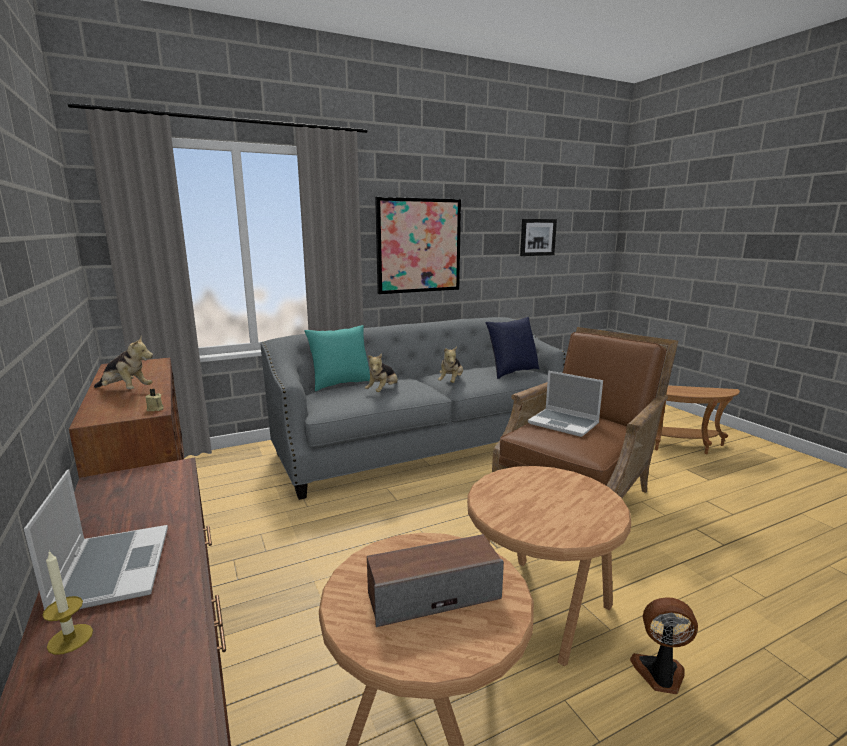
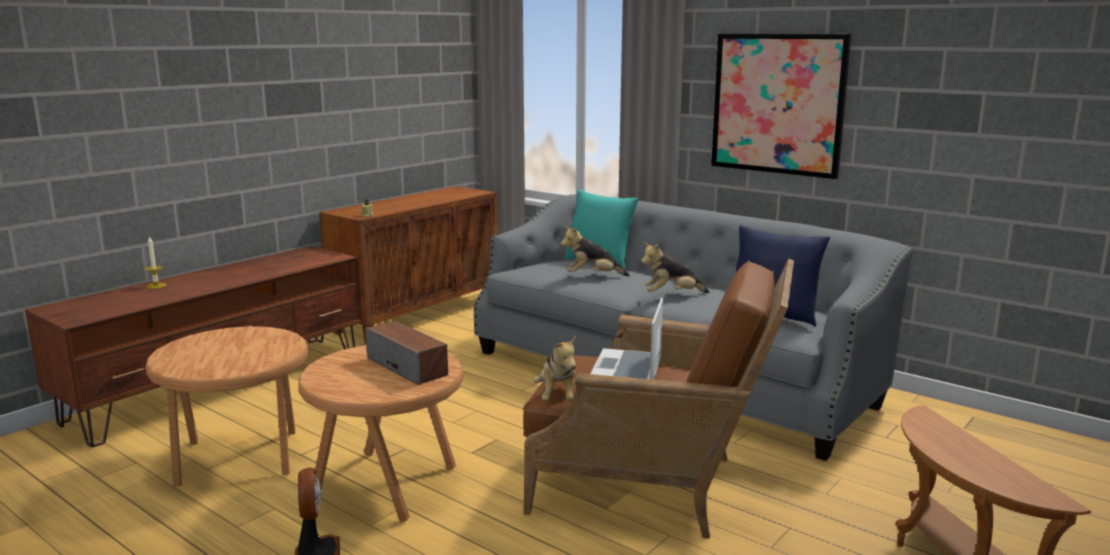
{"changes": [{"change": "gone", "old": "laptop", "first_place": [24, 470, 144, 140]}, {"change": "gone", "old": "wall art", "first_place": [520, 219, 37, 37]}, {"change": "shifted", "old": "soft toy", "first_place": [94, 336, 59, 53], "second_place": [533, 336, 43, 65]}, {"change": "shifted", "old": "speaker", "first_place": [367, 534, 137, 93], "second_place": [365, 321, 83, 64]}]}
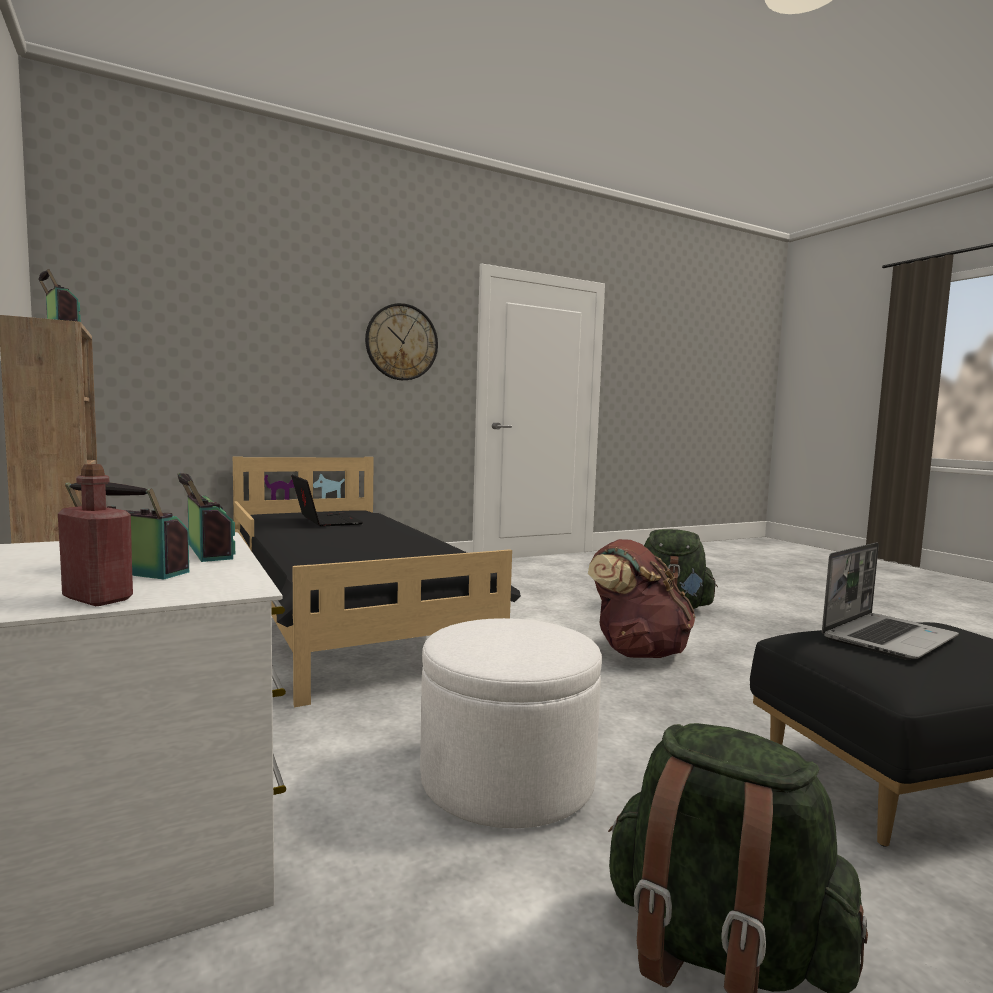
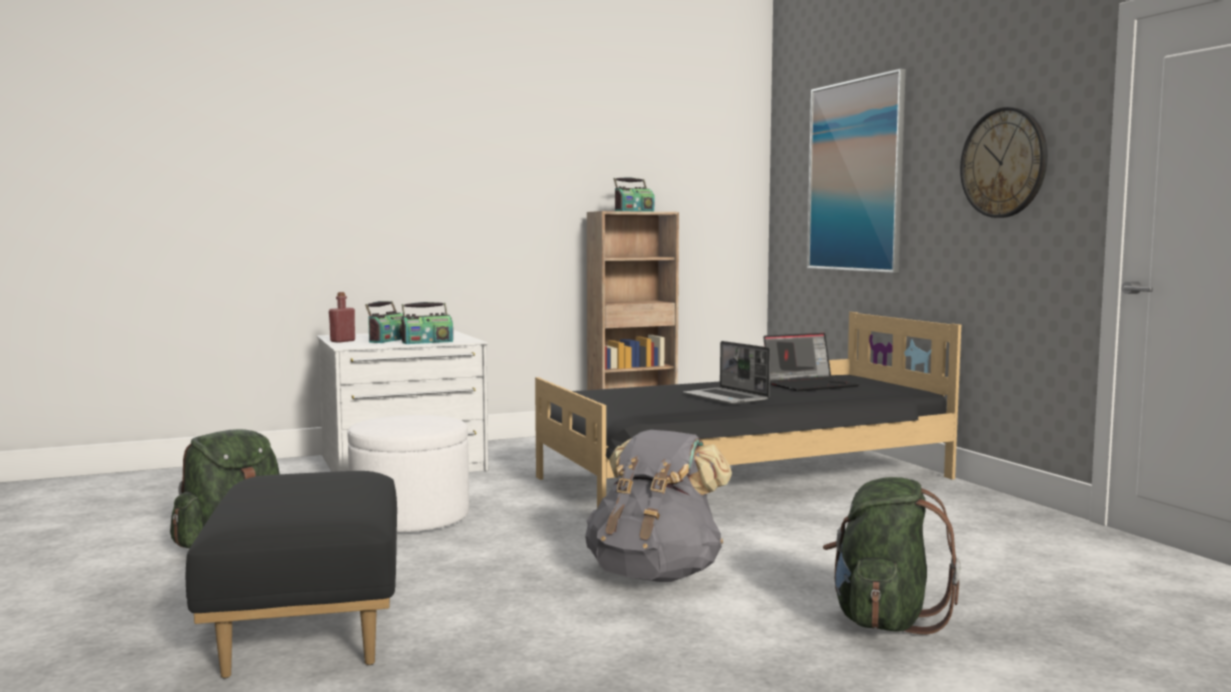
{"changes": [{"change": "new", "new": "wall art", "second_place": [807, 69, 99, 204]}, {"change": "shifted", "old": "laptop", "first_place": [822, 542, 137, 117], "second_place": [683, 341, 87, 64]}, {"change": "repainted", "old": "rucksack (brown)", "new": "rucksack (gray)", "first_place": [588, 539, 108, 119], "second_place": [585, 430, 147, 152]}]}
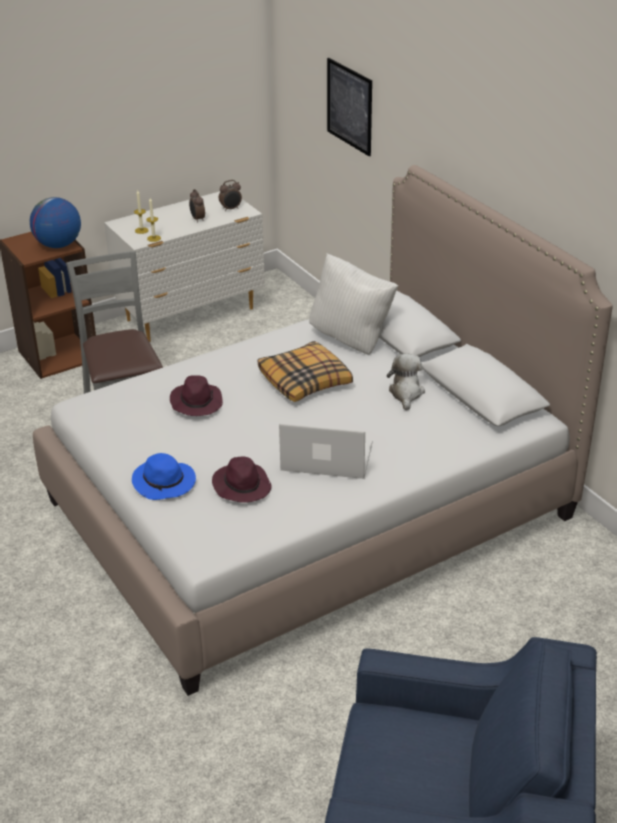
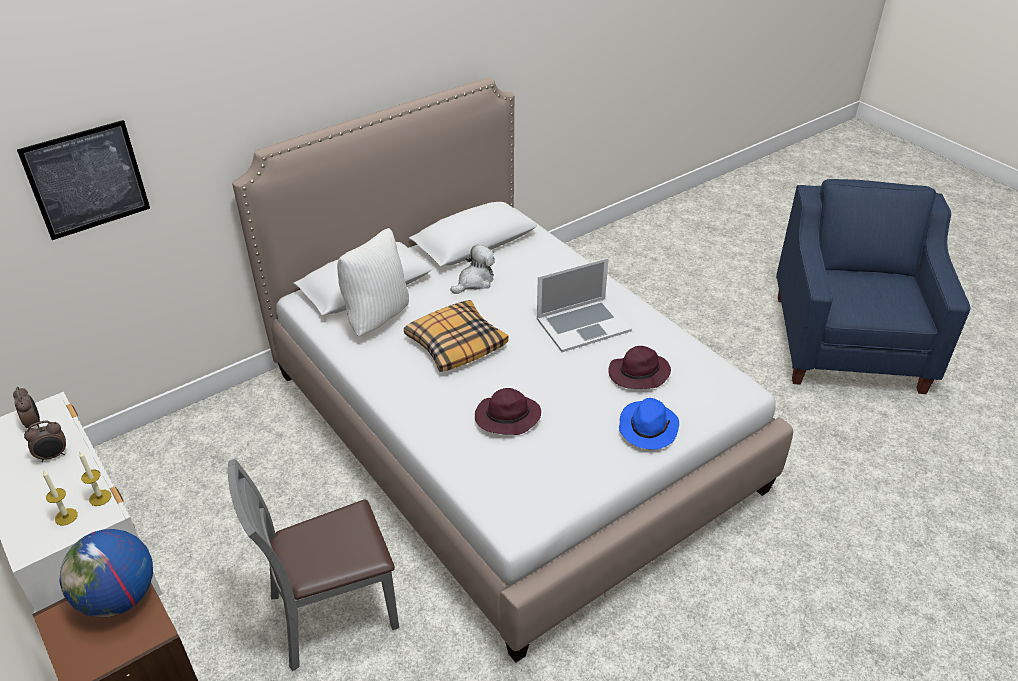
{"changes": [{"change": "rotated", "old": "laptop", "first_place": [279, 423, 93, 56], "second_place": [537, 258, 95, 94], "degrees": -120}, {"change": "rotated", "old": "soft toy", "first_place": [387, 353, 38, 58], "second_place": [451, 244, 44, 50], "degrees": 135}]}
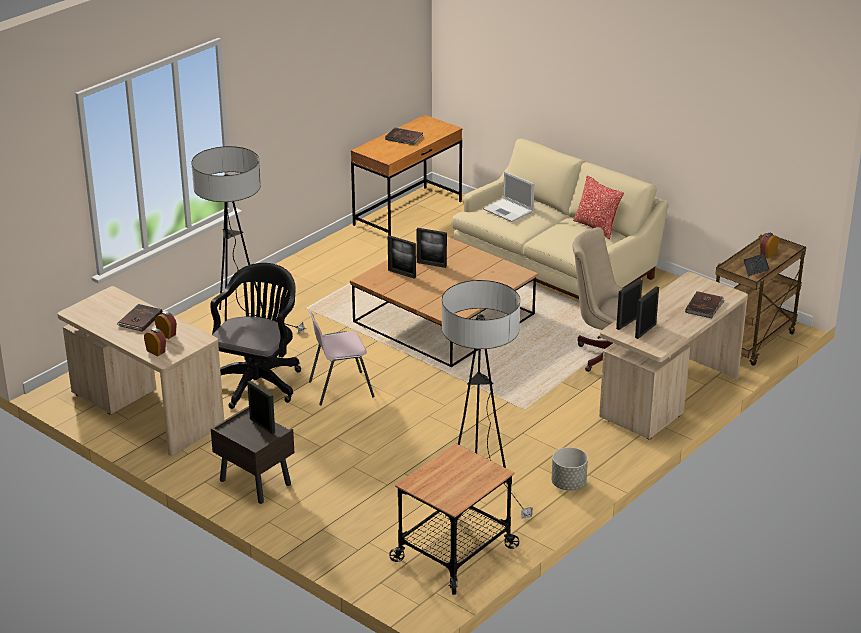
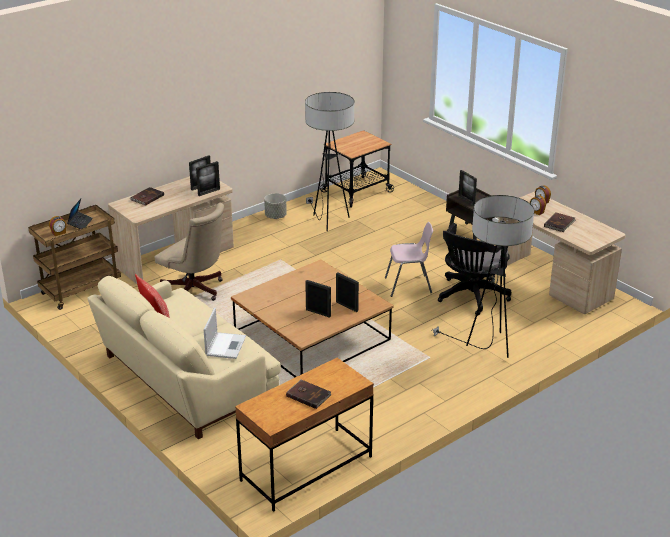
{"changes": [{"change": "rotated", "old": "laptop", "first_place": [483, 171, 51, 51], "second_place": [204, 308, 42, 51], "degrees": 45}]}
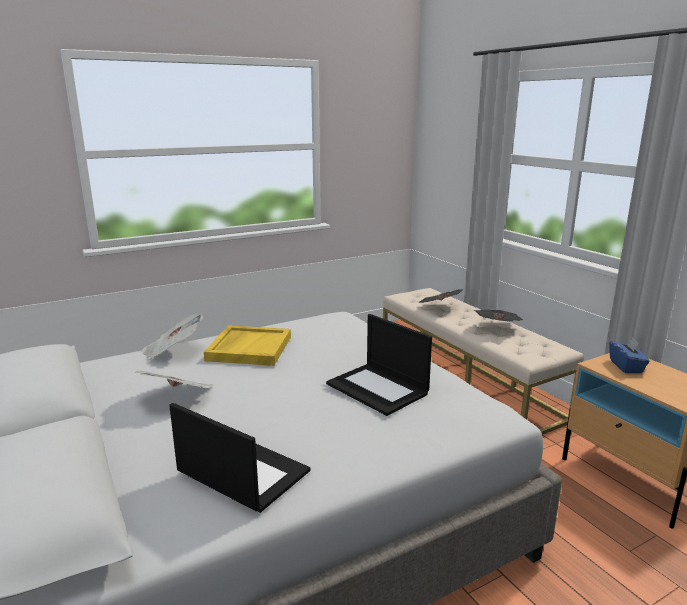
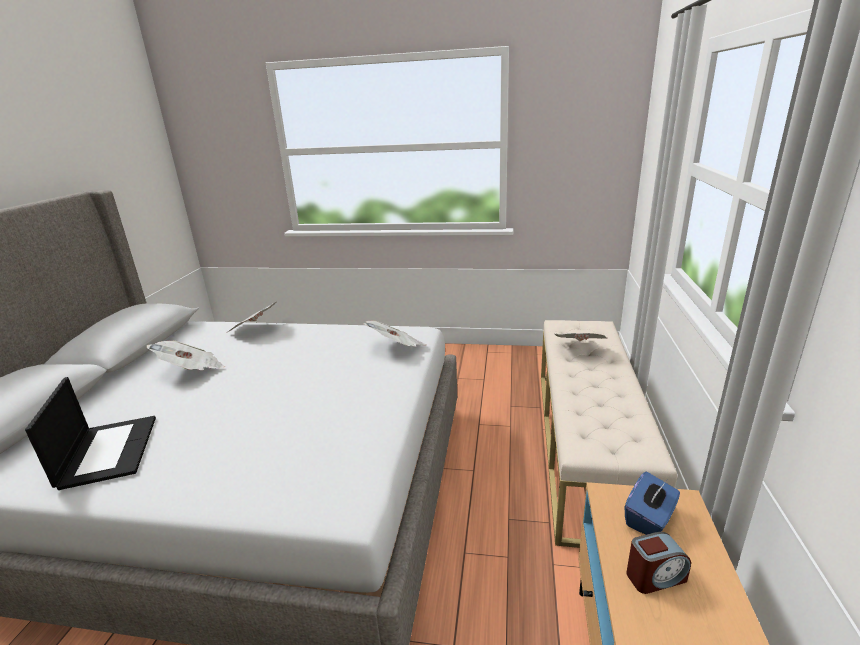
{"changes": [{"change": "gone", "old": "carrying tray (yellow)", "first_place": [204, 325, 87, 41]}, {"change": "gone", "old": "laptop", "first_place": [326, 314, 106, 102]}, {"change": "new", "new": "bedside clock", "second_place": [626, 532, 65, 62]}, {"change": "shifted", "old": "printed paper", "first_place": [474, 310, 49, 11], "second_place": [363, 321, 64, 26]}]}
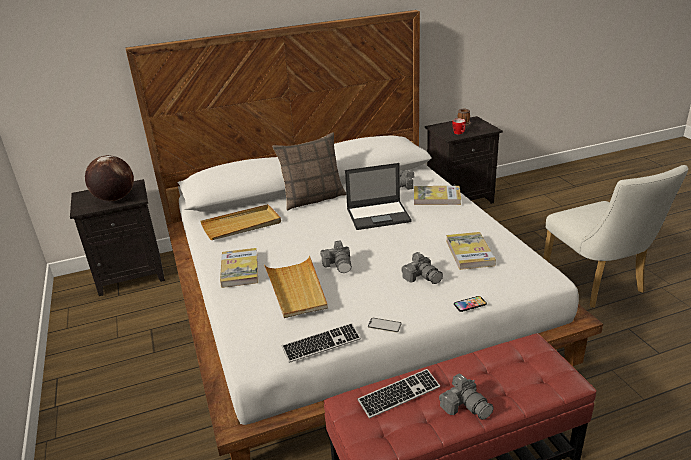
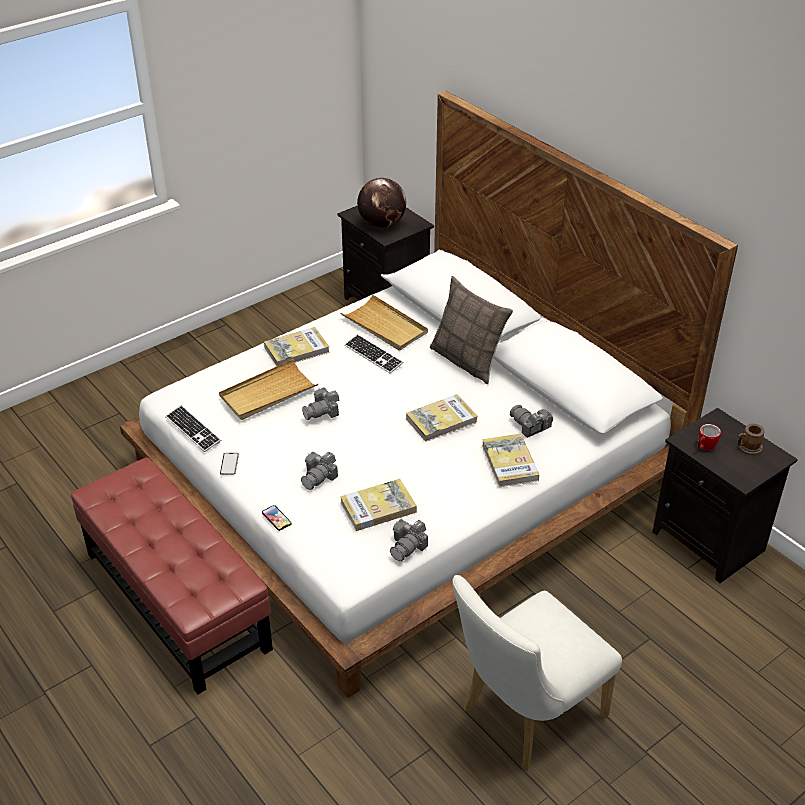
{"changes": [{"change": "shifted", "old": "computer keyboard", "first_place": [358, 369, 82, 49], "second_place": [345, 334, 59, 39]}, {"change": "shifted", "old": "still camera", "first_place": [439, 373, 54, 47], "second_place": [390, 519, 38, 42]}, {"change": "swapped", "old": "laptop", "new": "bound book", "first_place": [345, 163, 67, 67], "second_place": [406, 394, 72, 48]}]}
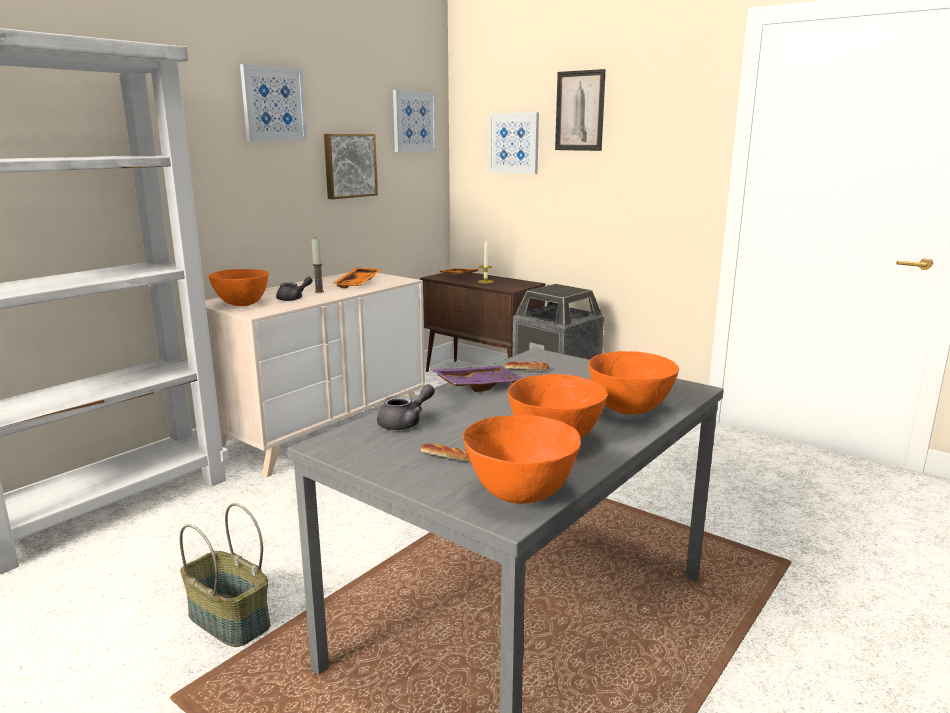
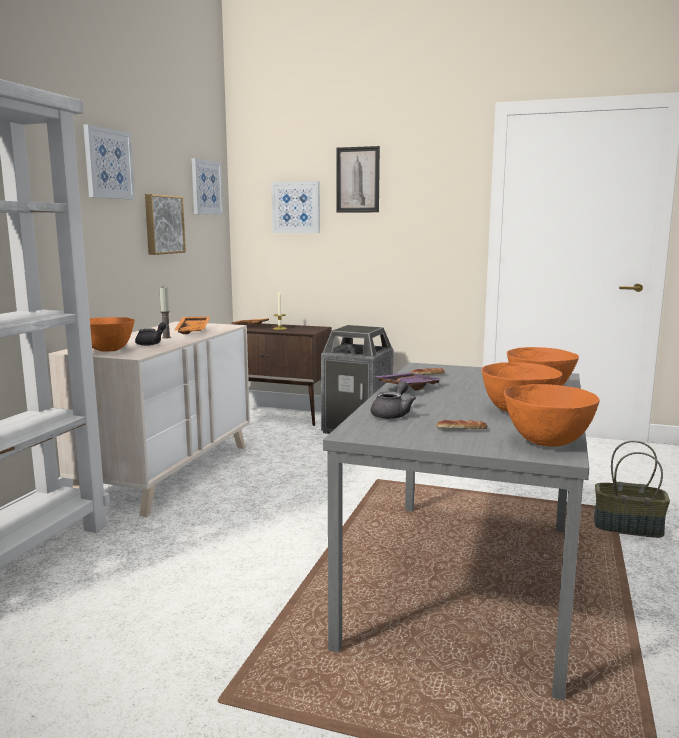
{"changes": [{"change": "shifted", "old": "household basket", "first_place": [180, 503, 91, 144], "second_place": [594, 440, 76, 98]}]}
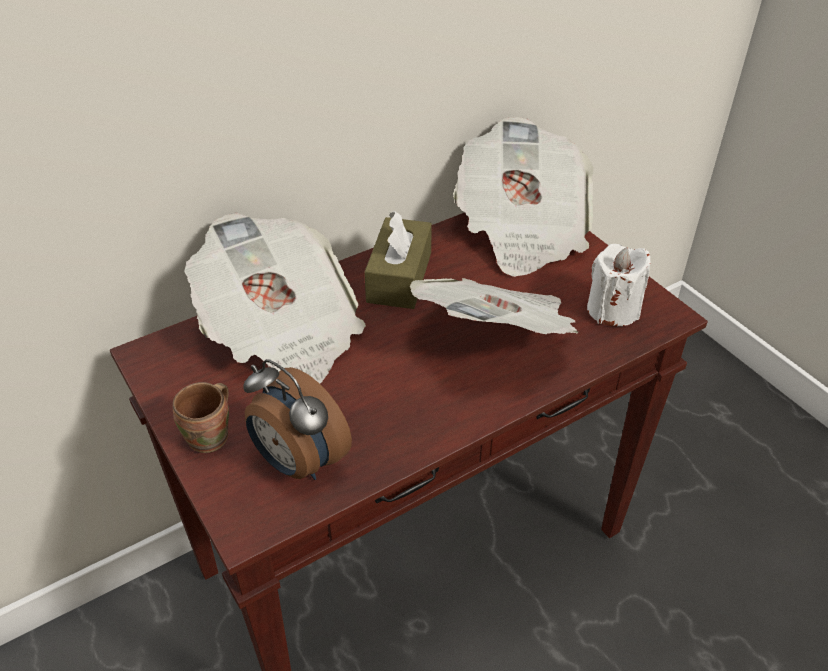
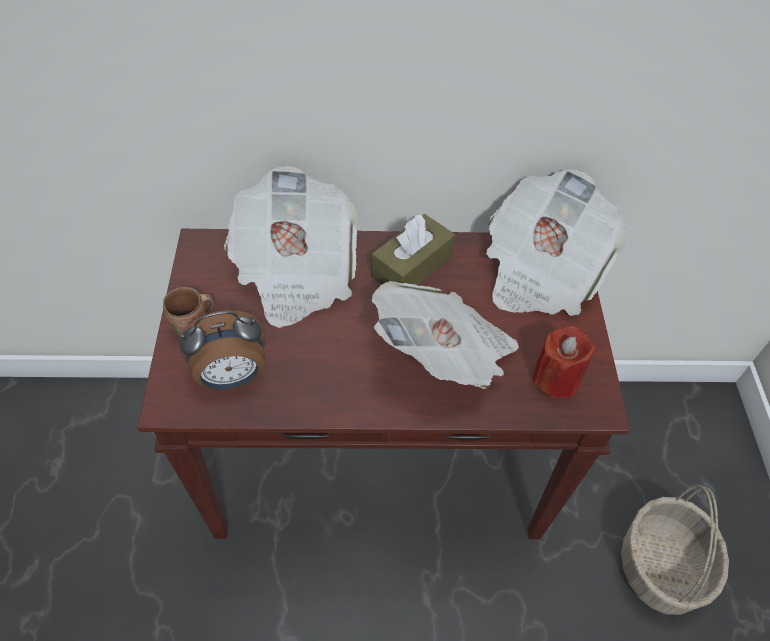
{"changes": [{"change": "new", "new": "household basket", "second_place": [621, 485, 108, 130]}, {"change": "repainted", "old": "wax light (white)", "new": "wax light (reddish)", "first_place": [587, 244, 64, 82], "second_place": [533, 326, 63, 73]}, {"change": "rotated", "old": "bedside clock", "first_place": [243, 359, 109, 121], "second_place": [179, 310, 87, 79], "degrees": -90}]}
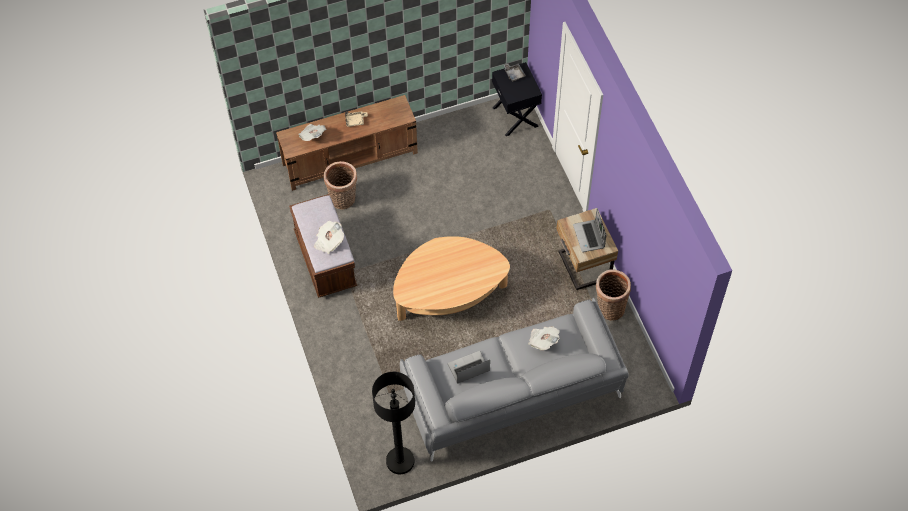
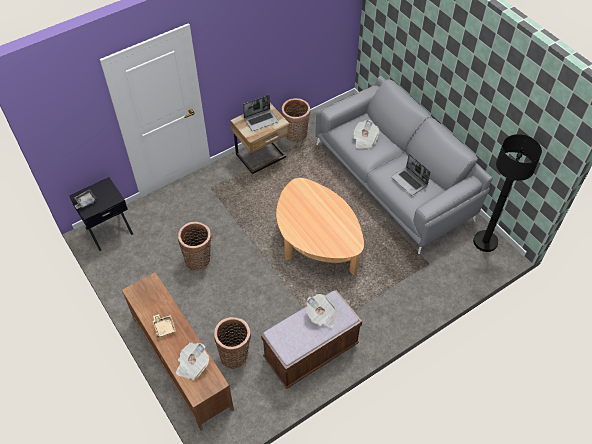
{"changes": [{"change": "new", "new": "household basket", "second_place": [178, 222, 34, 49]}]}
